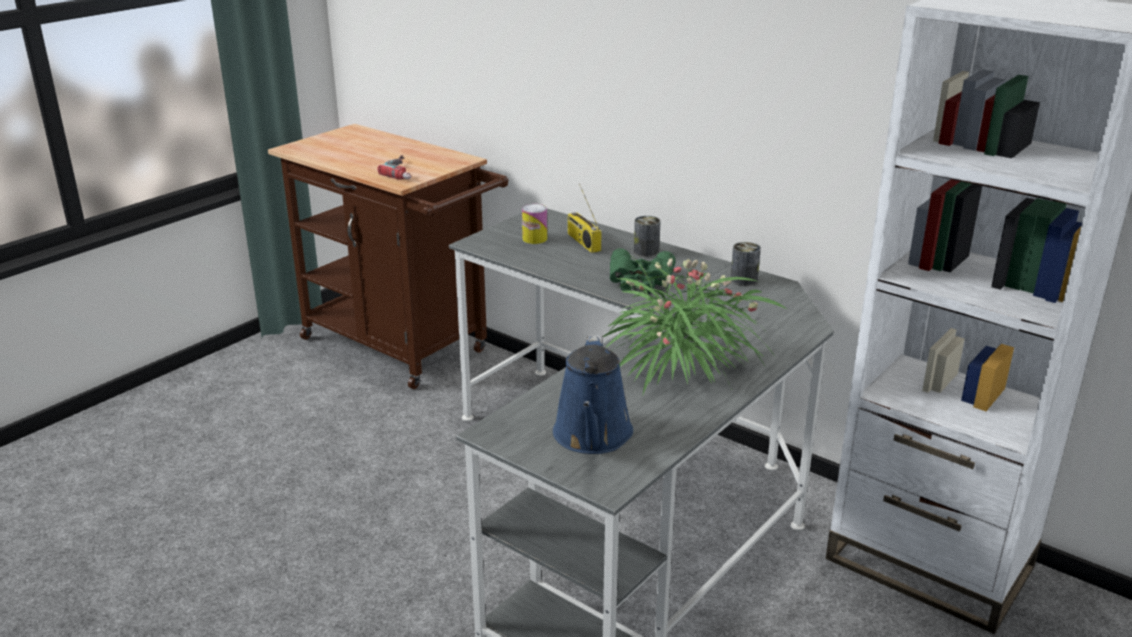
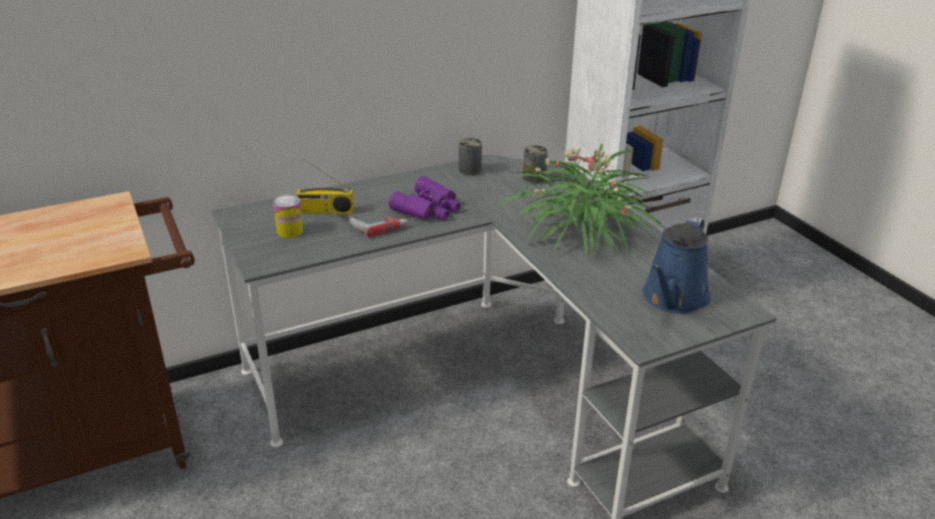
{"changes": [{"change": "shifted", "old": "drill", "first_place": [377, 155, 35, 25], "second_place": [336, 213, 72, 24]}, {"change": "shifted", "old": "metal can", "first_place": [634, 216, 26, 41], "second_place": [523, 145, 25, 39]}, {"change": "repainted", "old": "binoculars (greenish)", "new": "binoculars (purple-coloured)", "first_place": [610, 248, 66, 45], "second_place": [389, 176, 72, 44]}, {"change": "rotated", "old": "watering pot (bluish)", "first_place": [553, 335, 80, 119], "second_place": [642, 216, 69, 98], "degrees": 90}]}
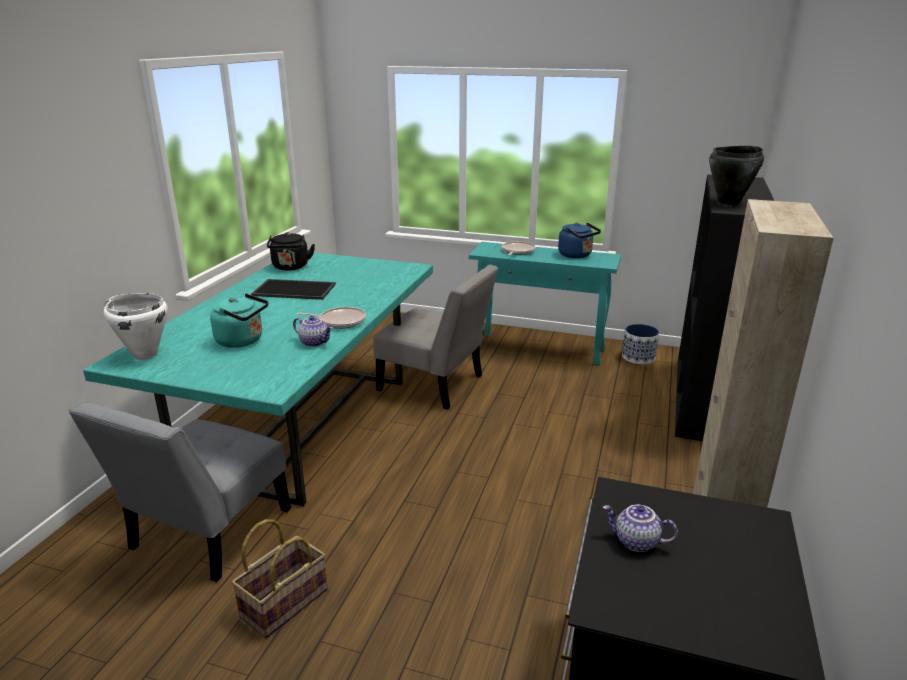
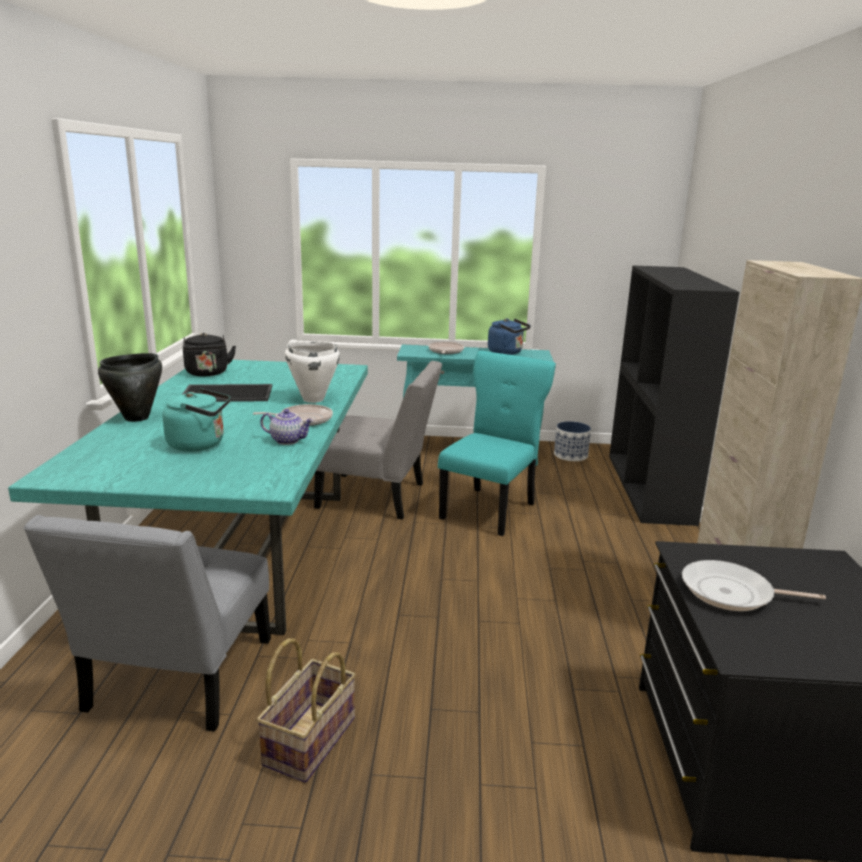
{"changes": [{"change": "new", "new": "chair (blue-green)", "second_place": [438, 351, 118, 185]}, {"change": "shifted", "old": "cooking pot (white)", "first_place": [104, 293, 64, 67], "second_place": [285, 342, 55, 61]}, {"change": "shifted", "old": "cooking pot (black)", "first_place": [709, 146, 55, 59], "second_place": [98, 353, 64, 69]}, {"change": "swapped", "old": "tea pot", "new": "pan", "first_place": [603, 505, 75, 47], "second_place": [682, 560, 144, 51]}]}
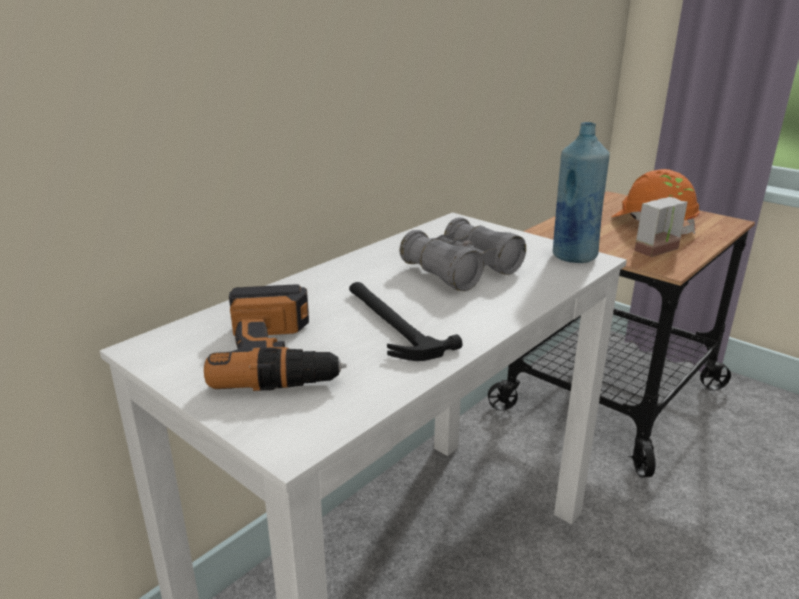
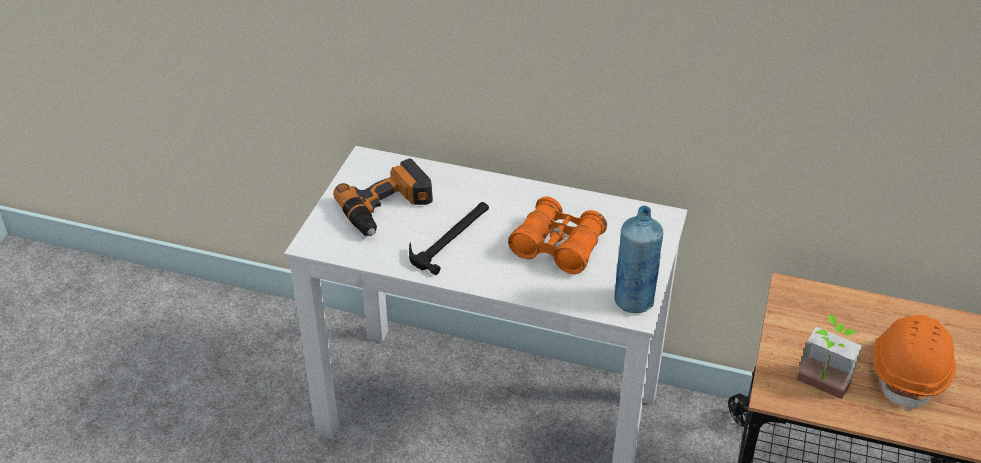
{"changes": [{"change": "repainted", "old": "binoculars (gray)", "new": "binoculars (orangey)", "first_place": [399, 217, 127, 74], "second_place": [508, 196, 99, 78]}]}
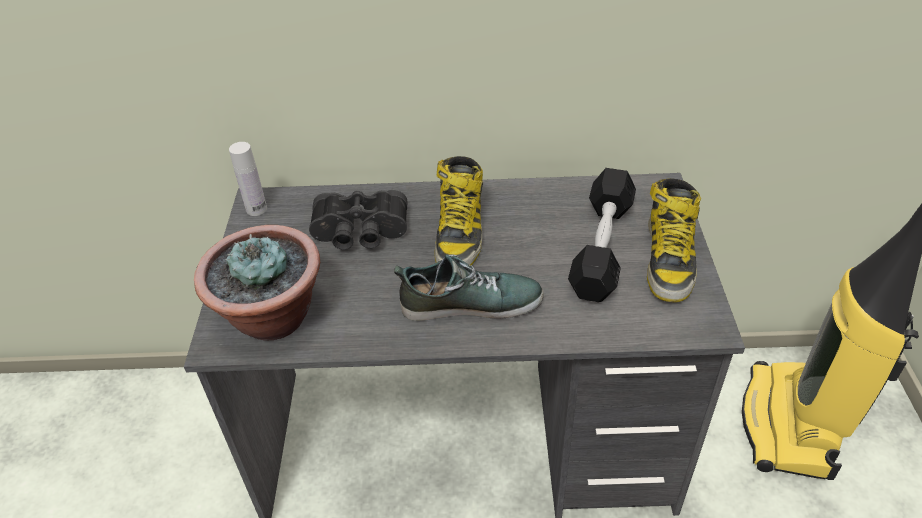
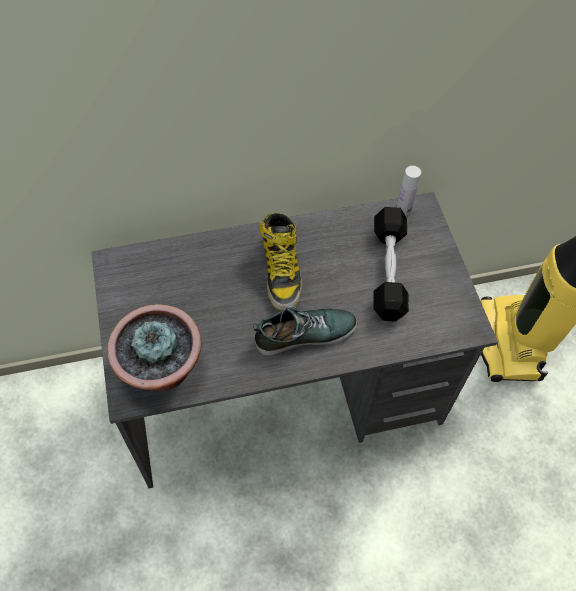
{"changes": [{"change": "gone", "old": "binoculars (black)", "first_place": [309, 190, 98, 60]}, {"change": "gone", "old": "boot", "first_place": [647, 178, 54, 125]}, {"change": "shifted", "old": "beverage bottle (white)", "first_place": [229, 142, 38, 74], "second_place": [396, 166, 25, 50]}]}
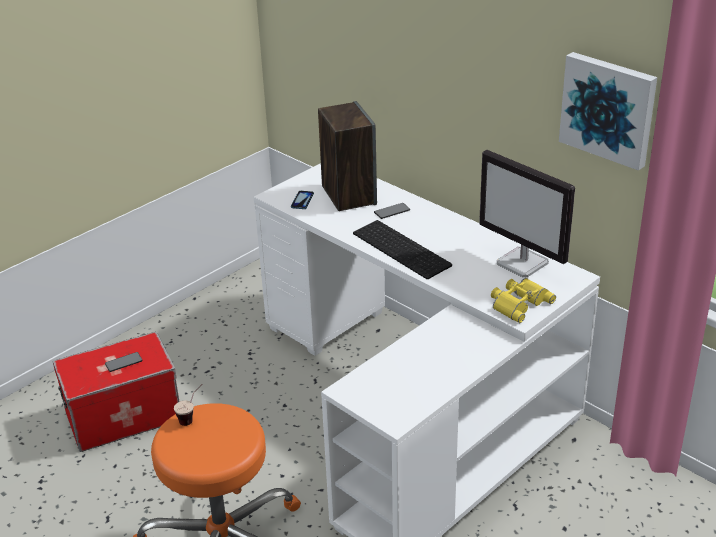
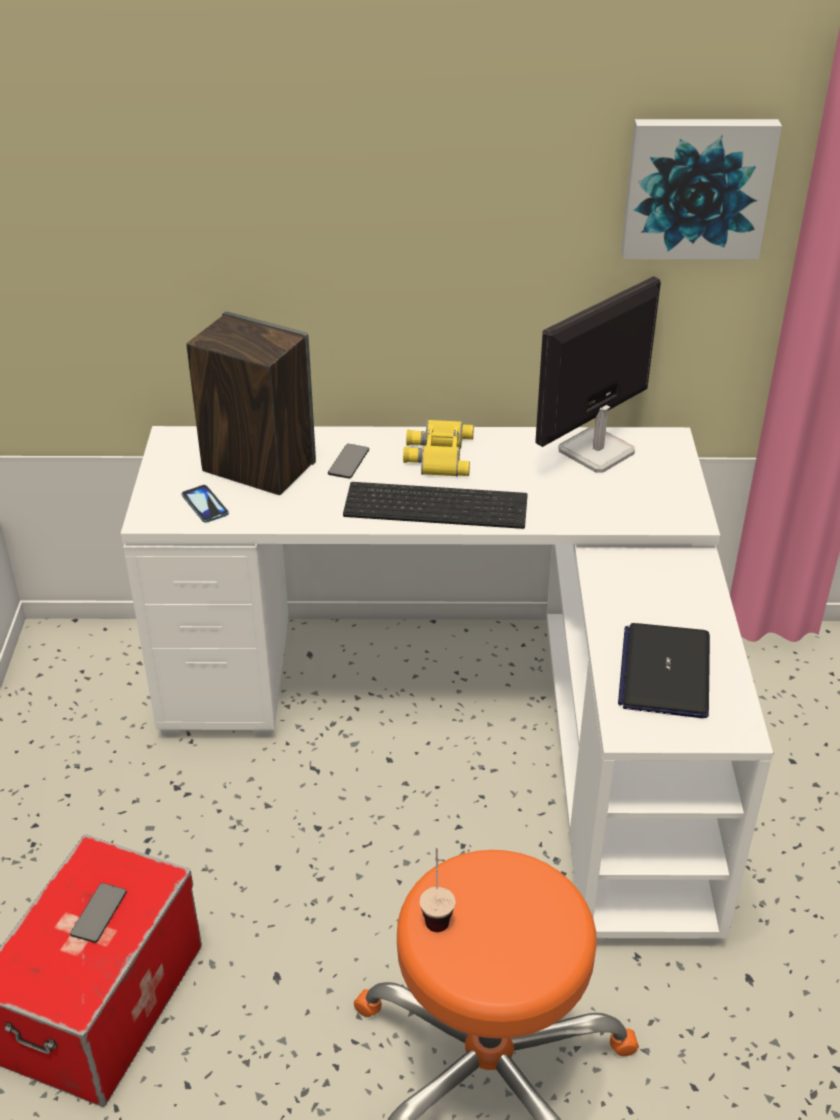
{"changes": [{"change": "new", "new": "laptop", "second_place": [618, 623, 92, 95]}, {"change": "shifted", "old": "binoculars (yellow)", "first_place": [491, 278, 65, 45], "second_place": [403, 420, 71, 57]}, {"change": "rotated", "old": "computer screen", "first_place": [479, 150, 96, 127], "second_place": [535, 276, 126, 197], "degrees": 135}]}
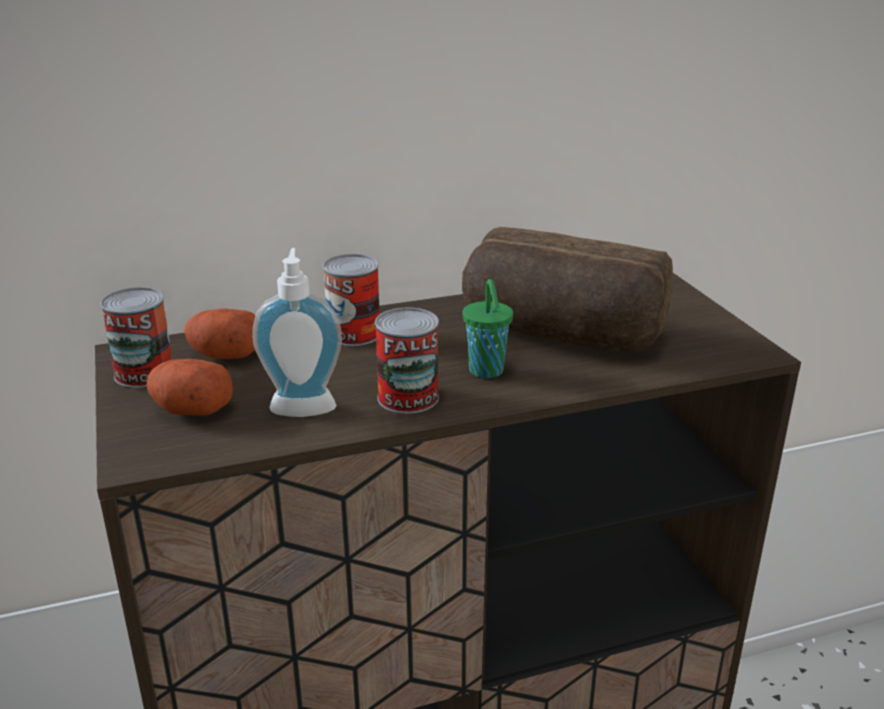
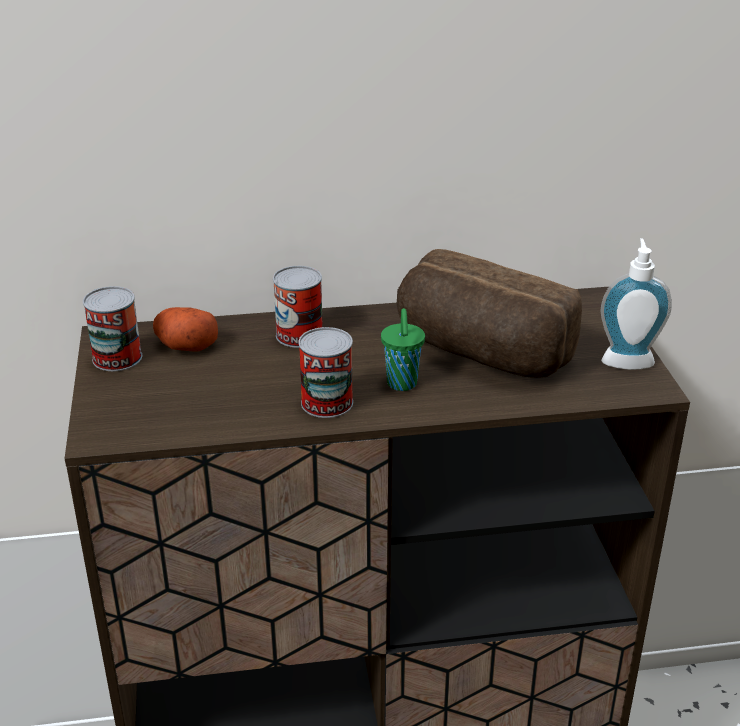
{"changes": [{"change": "gone", "old": "spud", "first_place": [147, 359, 86, 57]}, {"change": "shifted", "old": "liquid soap bottle", "first_place": [252, 248, 90, 169], "second_place": [600, 238, 72, 132]}]}
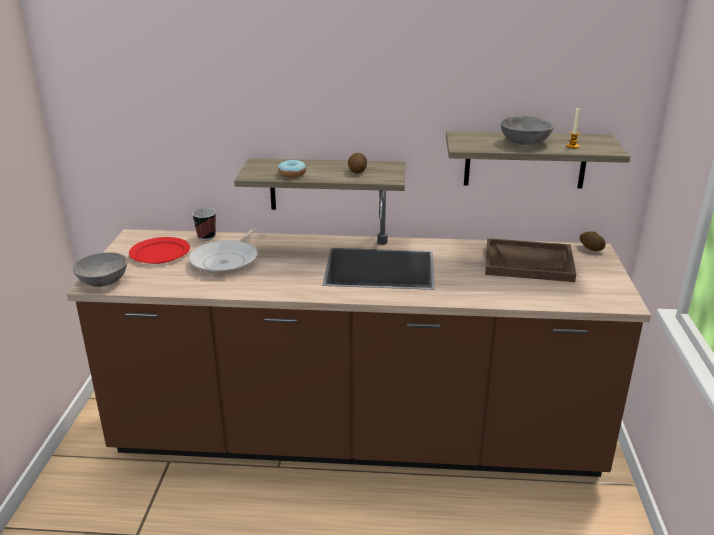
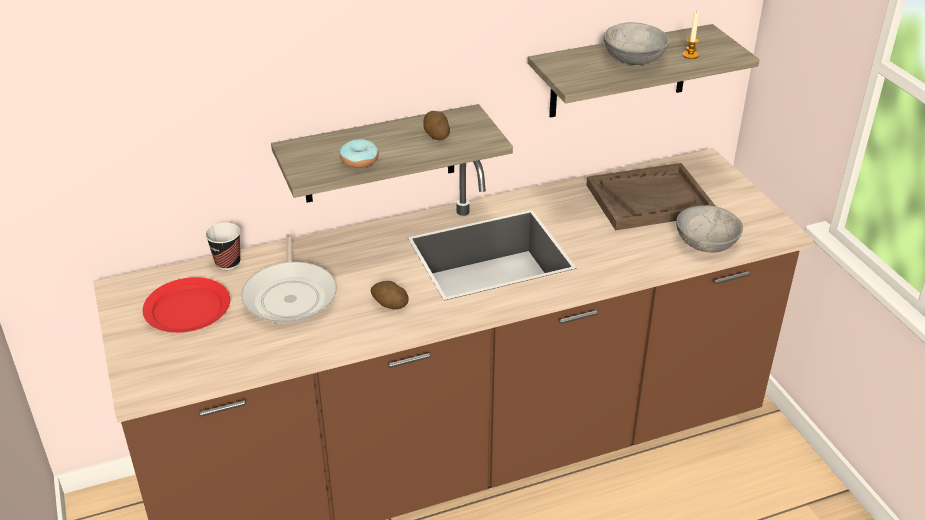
{"changes": [{"change": "shifted", "old": "deep dish (gray)", "first_place": [73, 252, 54, 35], "second_place": [676, 205, 67, 47]}, {"change": "shifted", "old": "spud", "first_place": [580, 231, 26, 20], "second_place": [371, 281, 38, 28]}]}
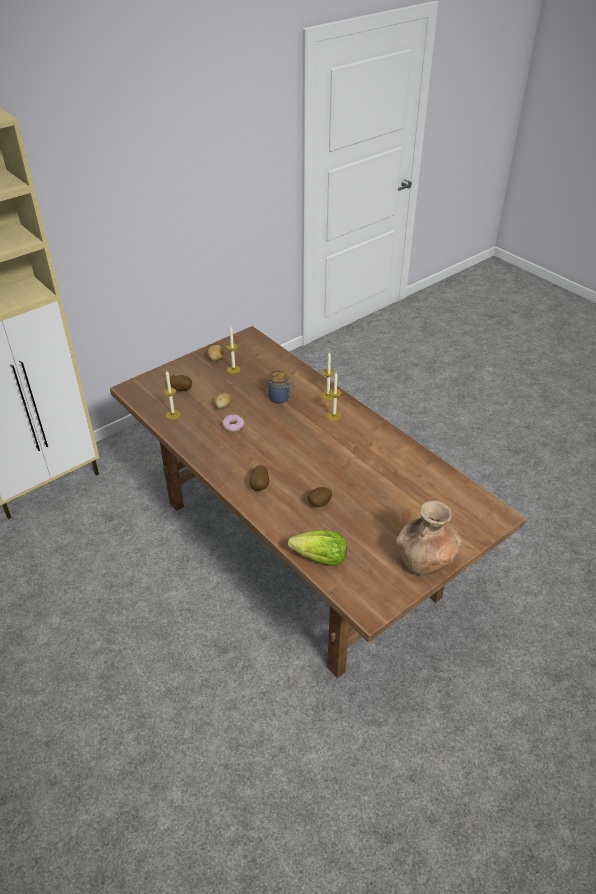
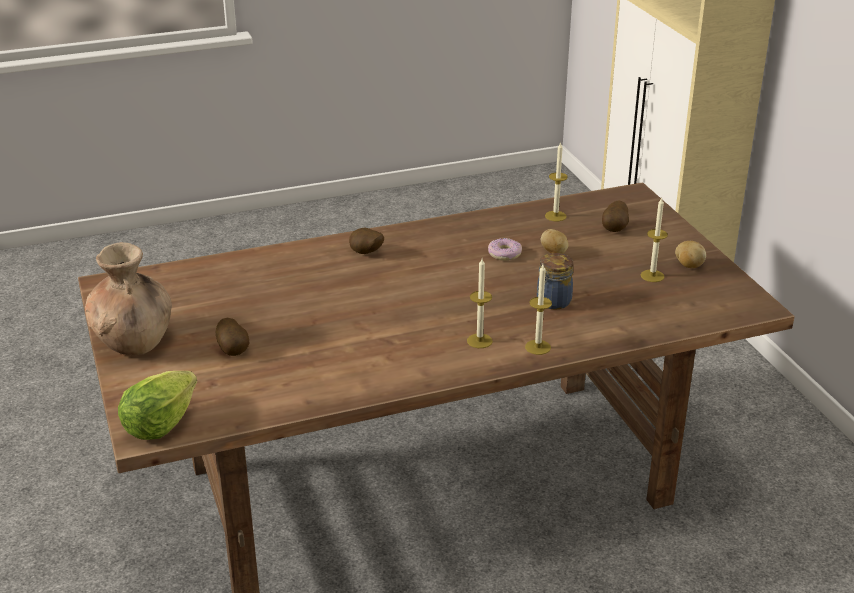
{"changes": [{"change": "shifted", "old": "lettuce head", "first_place": [288, 530, 59, 36], "second_place": [118, 371, 79, 69]}, {"change": "shifted", "old": "spud", "first_place": [307, 487, 25, 20], "second_place": [215, 318, 34, 38]}]}
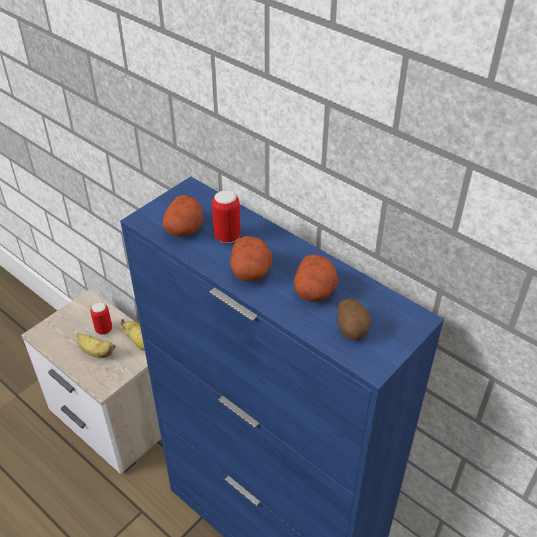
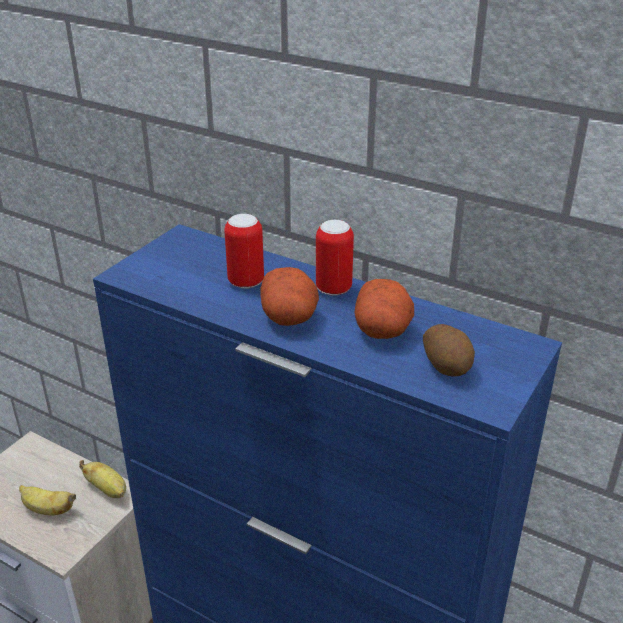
{"changes": [{"change": "gone", "old": "spud", "first_place": [163, 195, 40, 42]}, {"change": "shifted", "old": "metal can", "first_place": [90, 302, 22, 33], "second_place": [316, 220, 38, 76]}]}
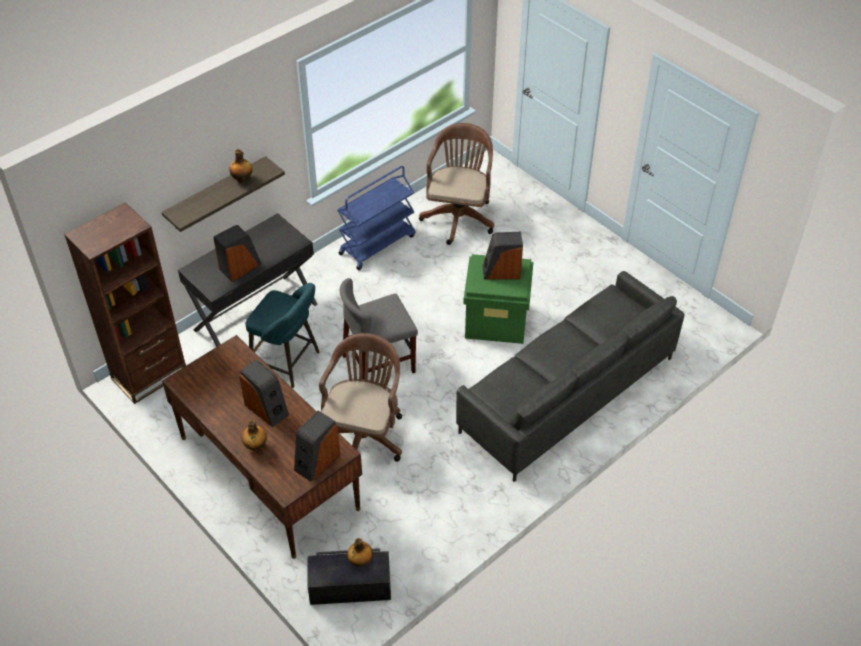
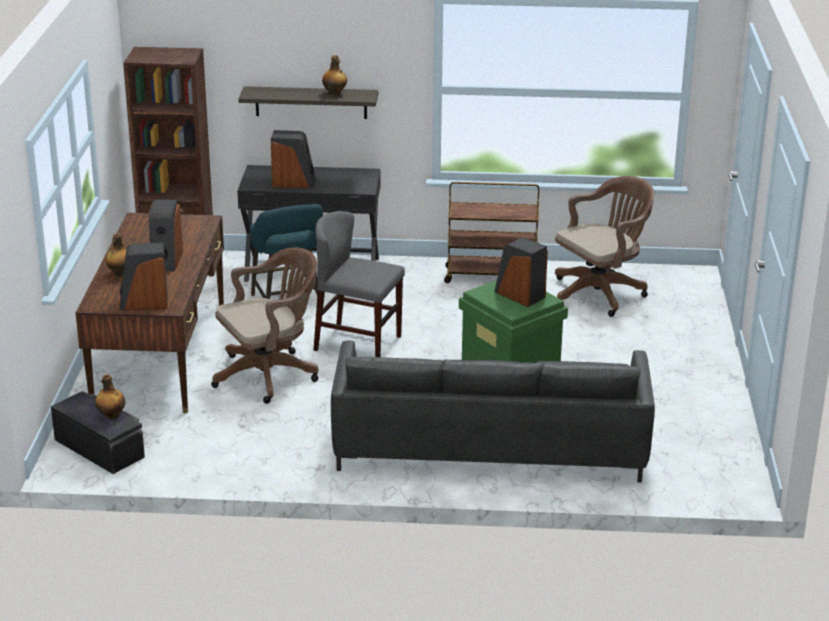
{"changes": [{"change": "repainted", "old": "cart (bluish)", "new": "cart (brown)", "first_place": [337, 166, 78, 104], "second_place": [444, 182, 95, 101]}]}
